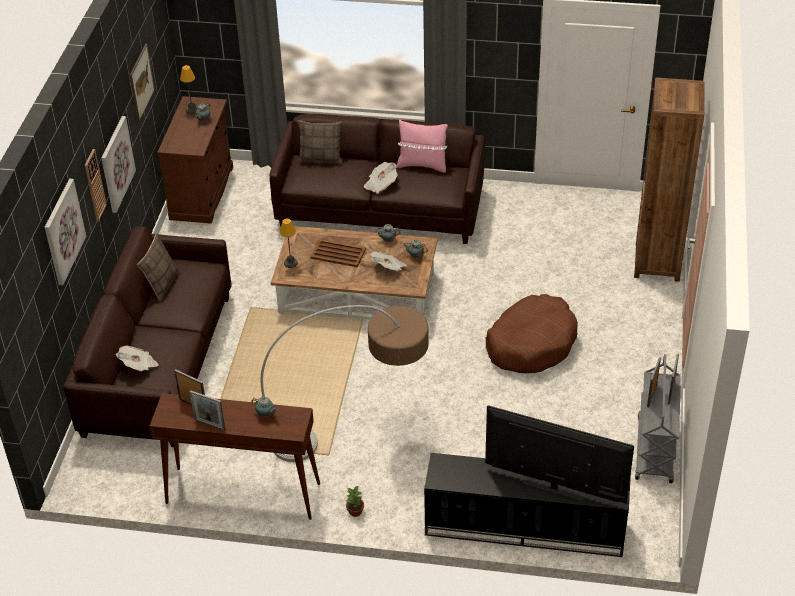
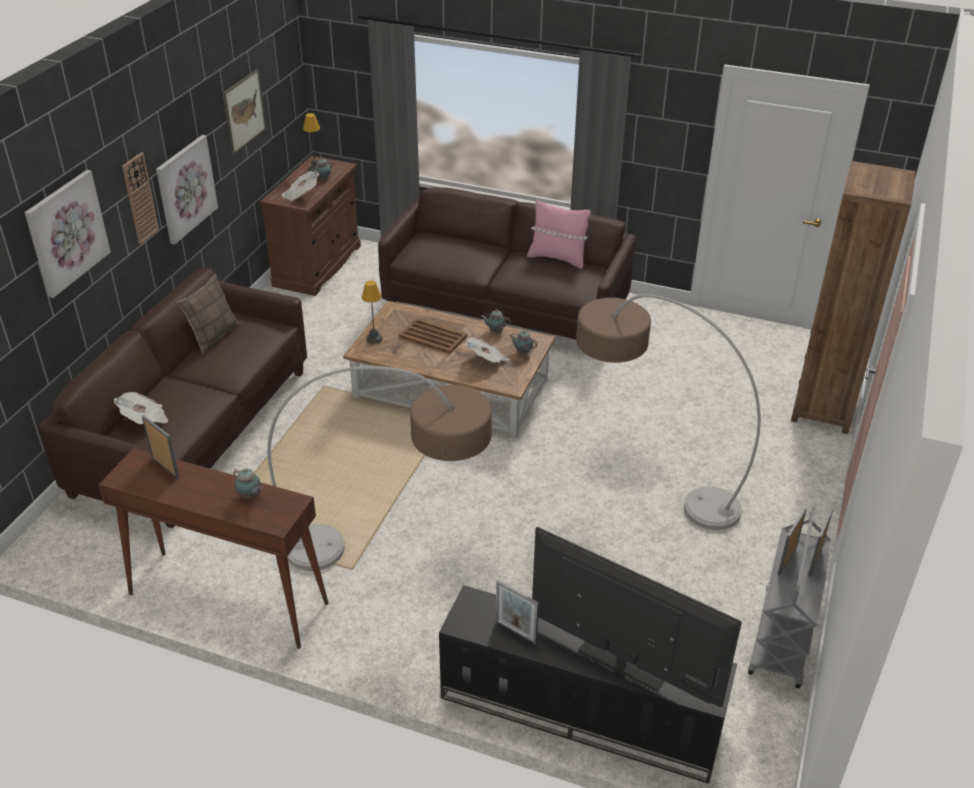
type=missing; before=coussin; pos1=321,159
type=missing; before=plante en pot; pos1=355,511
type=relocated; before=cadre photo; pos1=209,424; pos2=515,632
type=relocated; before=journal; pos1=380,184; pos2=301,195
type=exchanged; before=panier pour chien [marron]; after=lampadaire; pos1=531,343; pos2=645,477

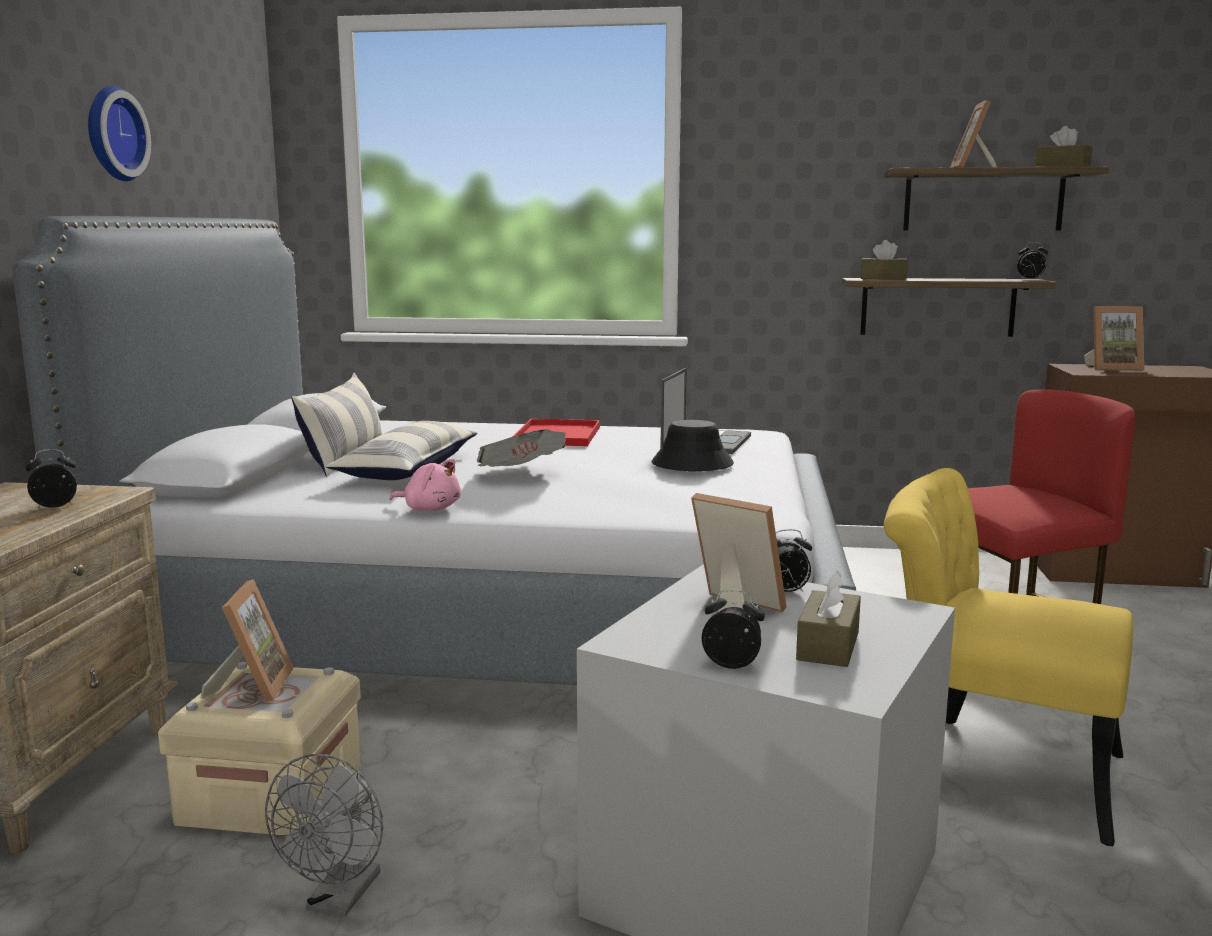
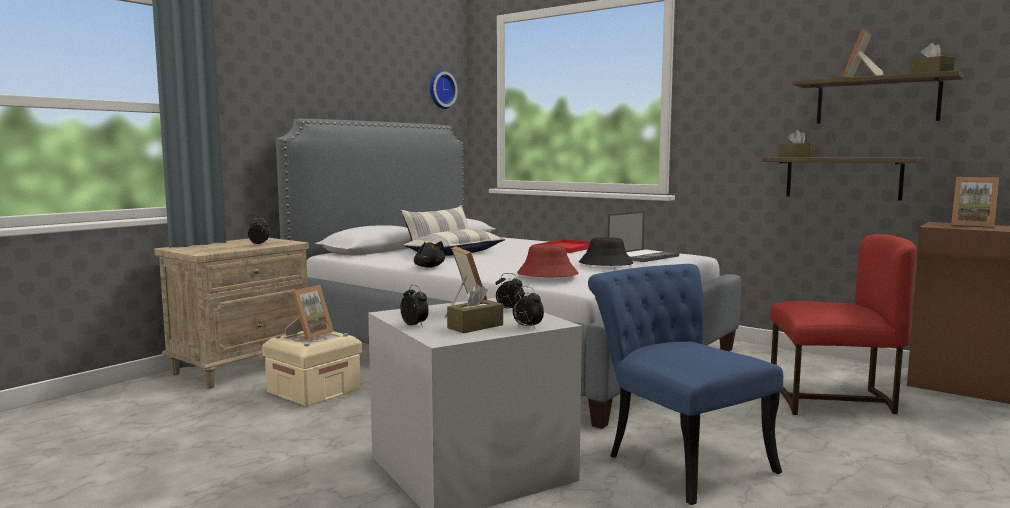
type=missing; before=ventilateur [gris]; pos1=338,900
type=missing; before=journal; pos1=521,475
type=appeared; after=chapeau [rouge]; pos2=547,274
type=relocated; before=horloge murale; pos1=111,134; pos2=440,89
type=relocated; before=réveil; pos1=1030,279; pos2=527,327
type=colour; before=peluche [rose]; after=peluche [noir]; pos1=430,509; pos2=428,267
type=colour; before=chaise [jaune]; after=chaise [bleu]; pos1=990,768; pos2=678,458

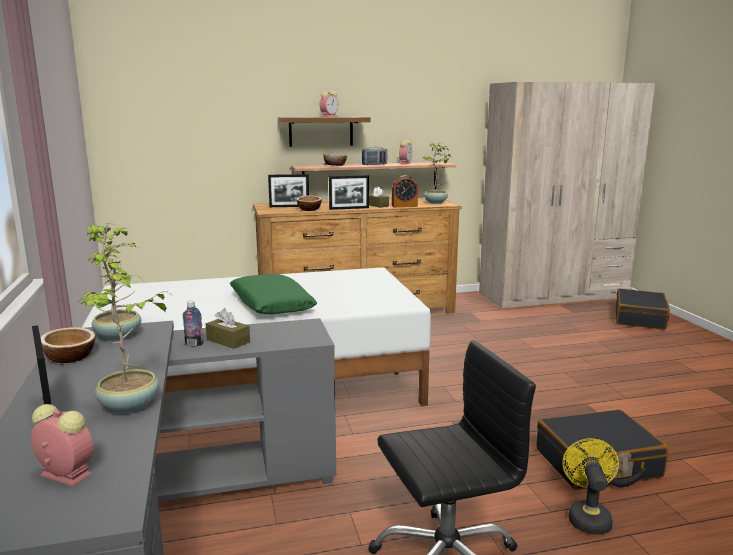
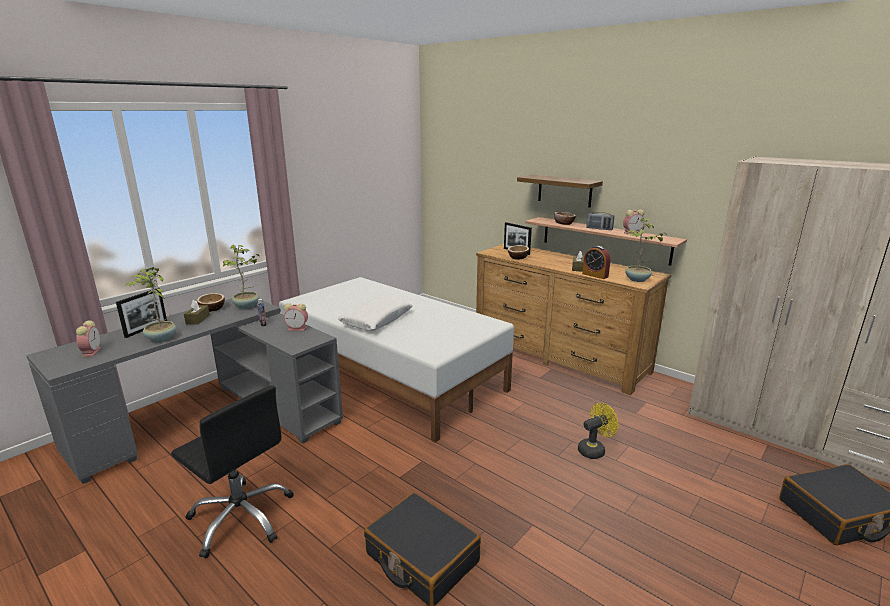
type=missing; before=cadre photo; pos1=349,208
type=relocated; before=boîte à mouchoirs [marron]; pos1=228,341; pos2=198,319
type=relocated; before=réveil; pos1=329,116; pos2=298,328
type=relocated; before=ventilateur [jaune]; pos1=587,516; pos2=594,449
type=colour; before=coussin [vert]; after=coussin [blanc]; pos1=271,305; pos2=376,320

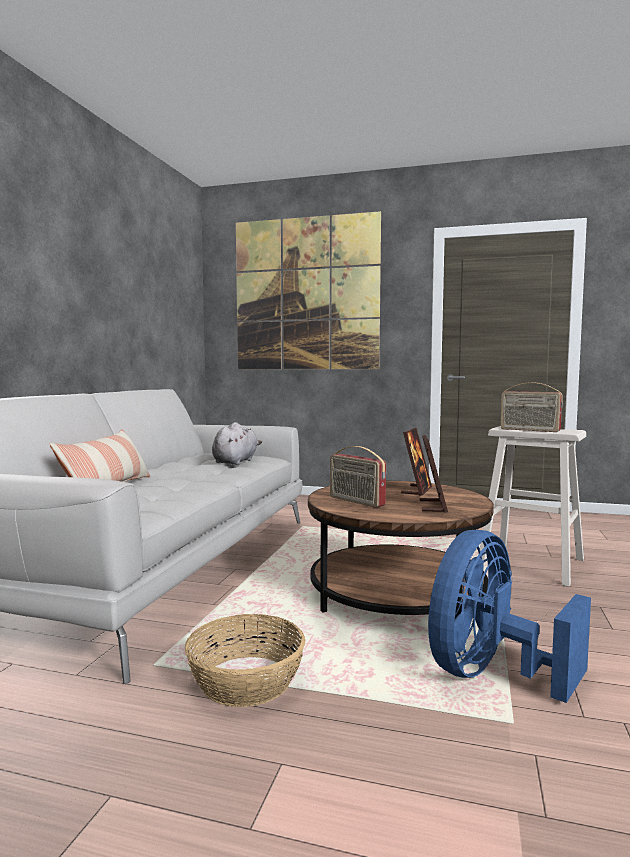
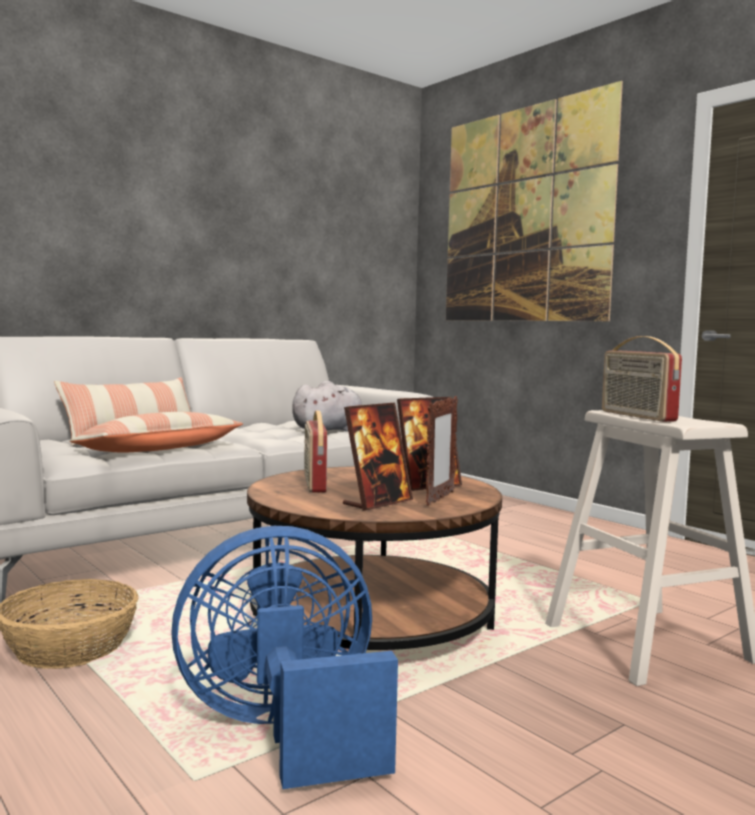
type=appeared; after=coussin; pos2=160,450
type=appeared; after=cadre photo; pos2=439,498

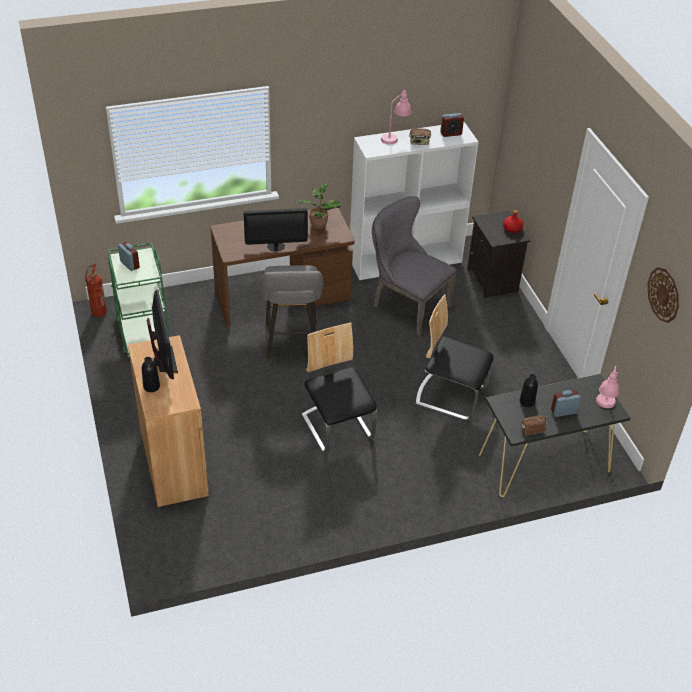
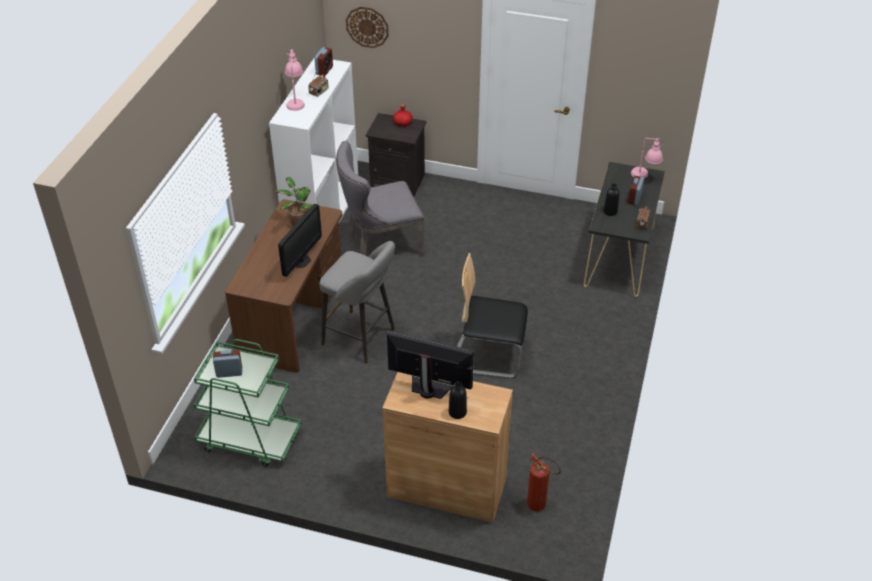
type=missing; before=chaise; pos1=451,395
type=relocated; before=extincteur; pos1=98,315; pos2=540,506
type=relocated; before=horloge murale; pos1=664,294; pos2=367,27

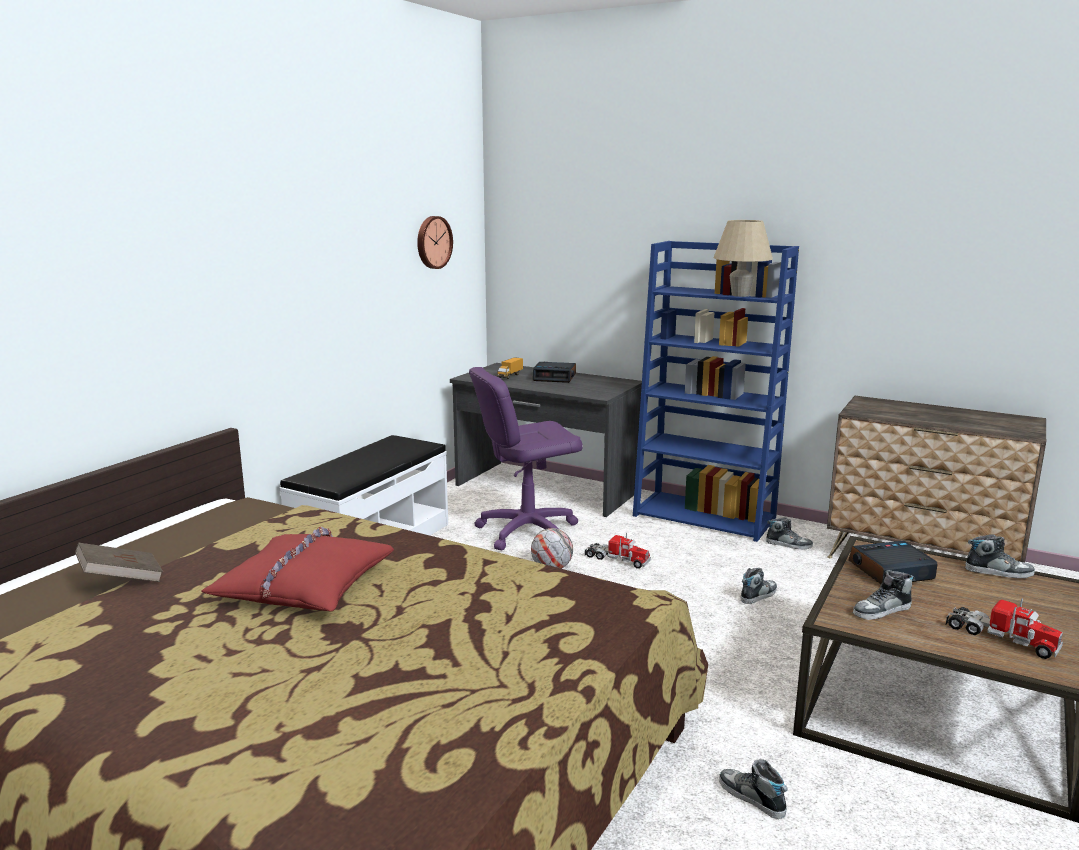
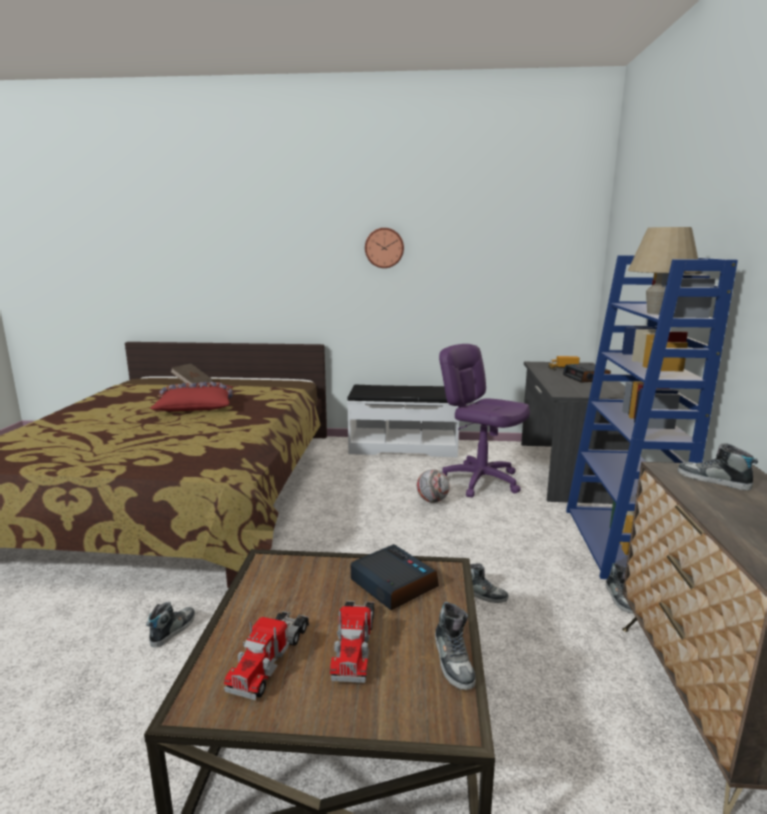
type=relocated; before=horloge murale; pos1=433,242; pos2=384,248
type=relocated; before=camion jouet; pos1=616,559; pos2=354,644
type=relocated; before=chaussure; pos1=882,611; pos2=713,480

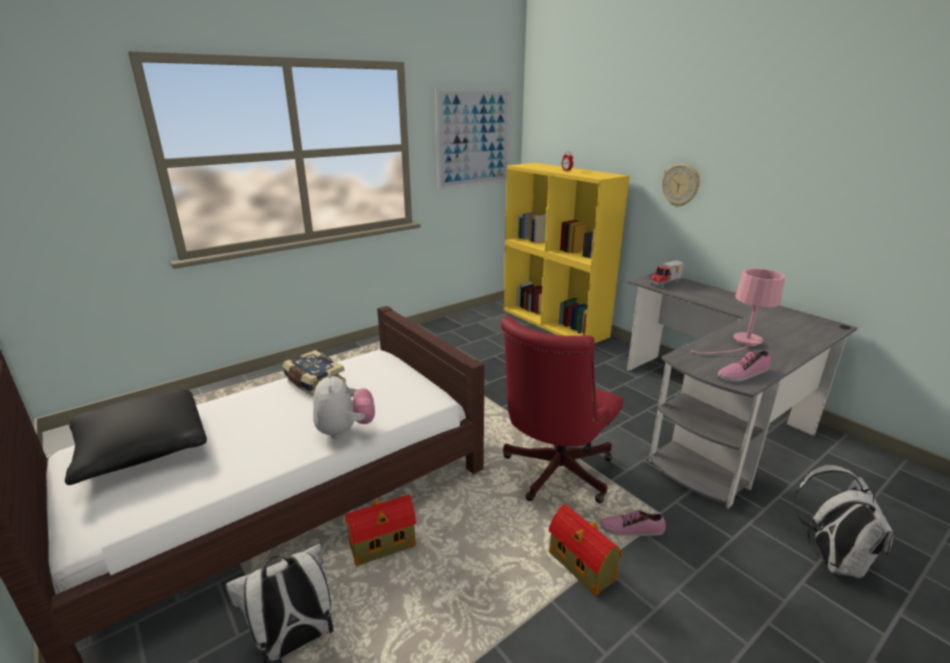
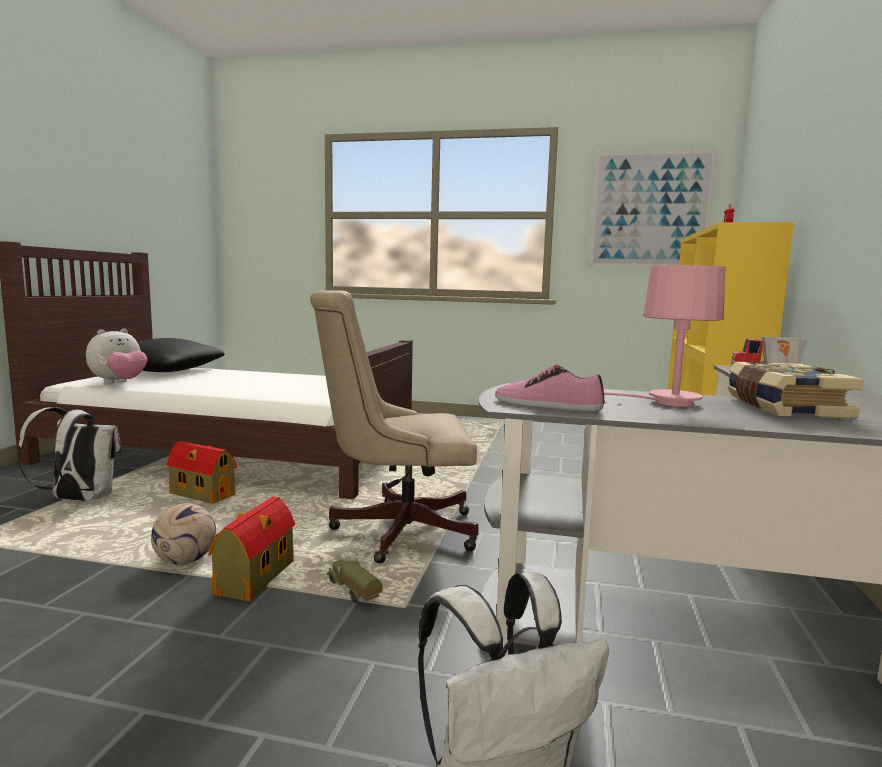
type=missing; before=horloge murale; pos1=680,185
type=appeared; after=ballon de foot; pos2=184,561
type=relocated; before=livre; pos1=313,382; pos2=783,408
type=relocated; before=peluche; pos1=345,430; pos2=119,383
type=exchanged; before=chaussure; after=camion jouet; pos1=631,529; pos2=353,592
type=colour; before=chaise de bureau [rouge]; after=chaise de bureau [beige]; pos1=553,473; pos2=395,530

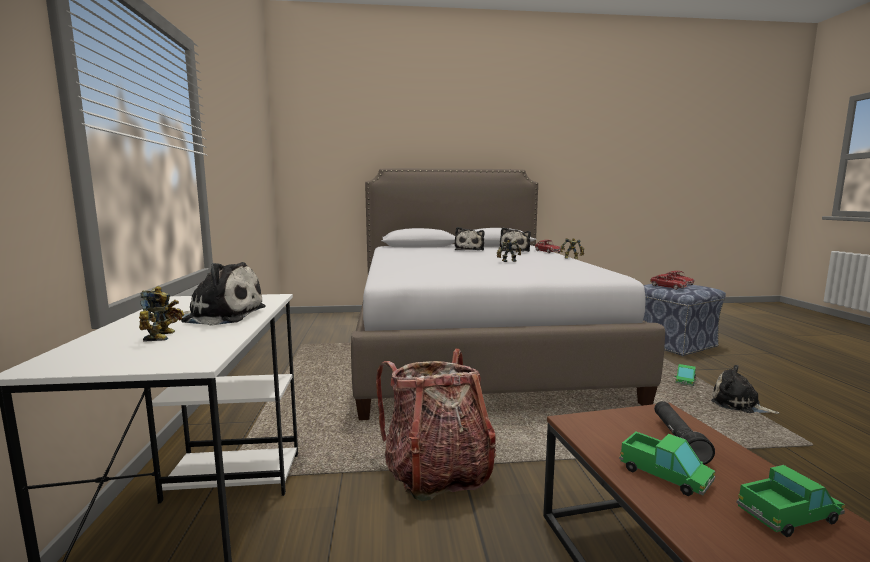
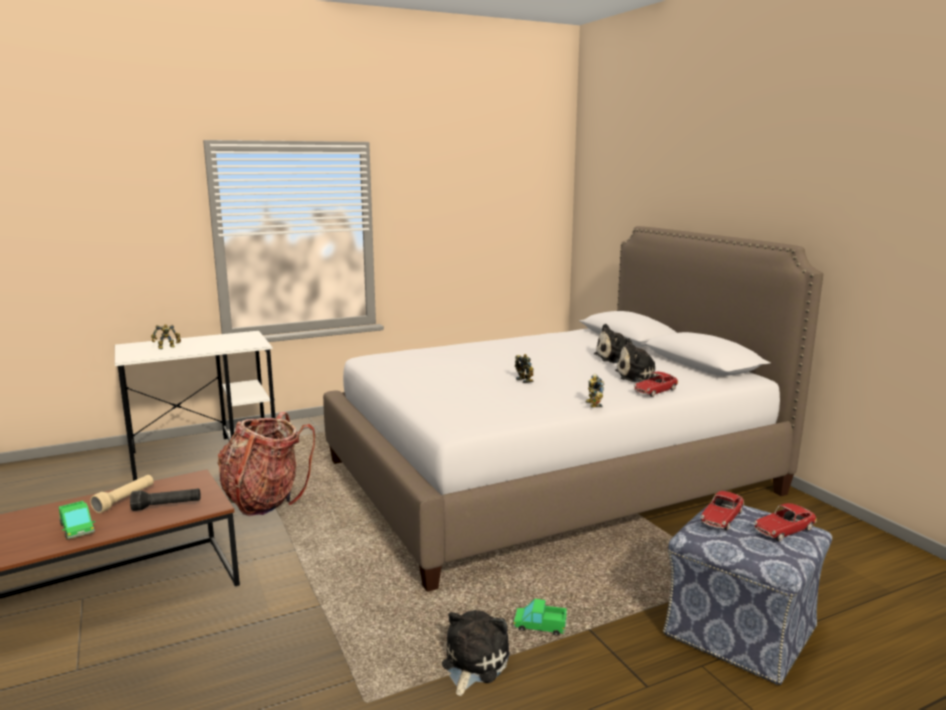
type=missing; before=peluche; pos1=221,315
type=exchanged; before=camion jouet; after=lampe de poche [beige]; pos1=664,475; pos2=125,500

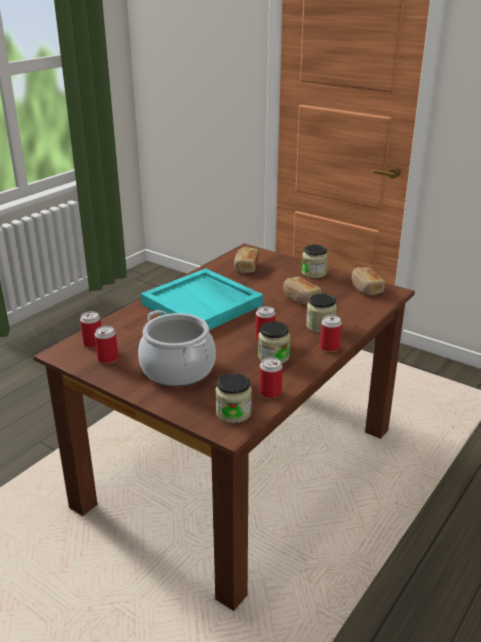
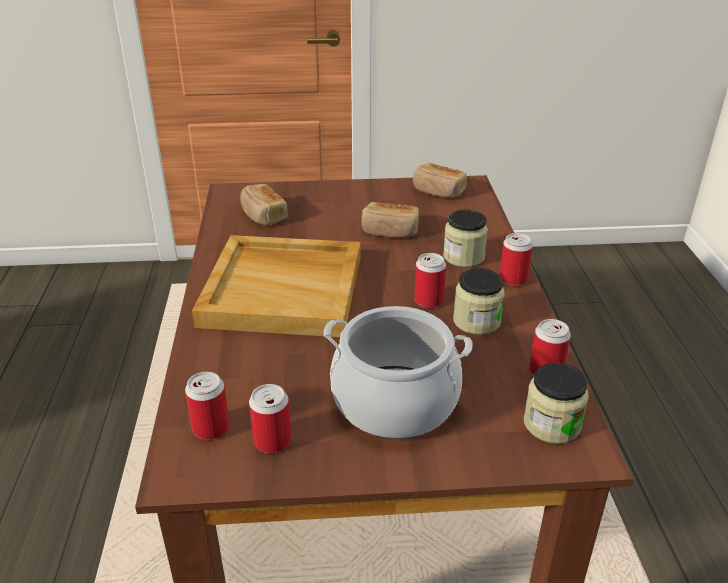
type=missing; before=bocal; pos1=314,273
type=colour; before=plateau [turquoise]; after=plateau [beige]; pos1=203,304; pos2=285,289

